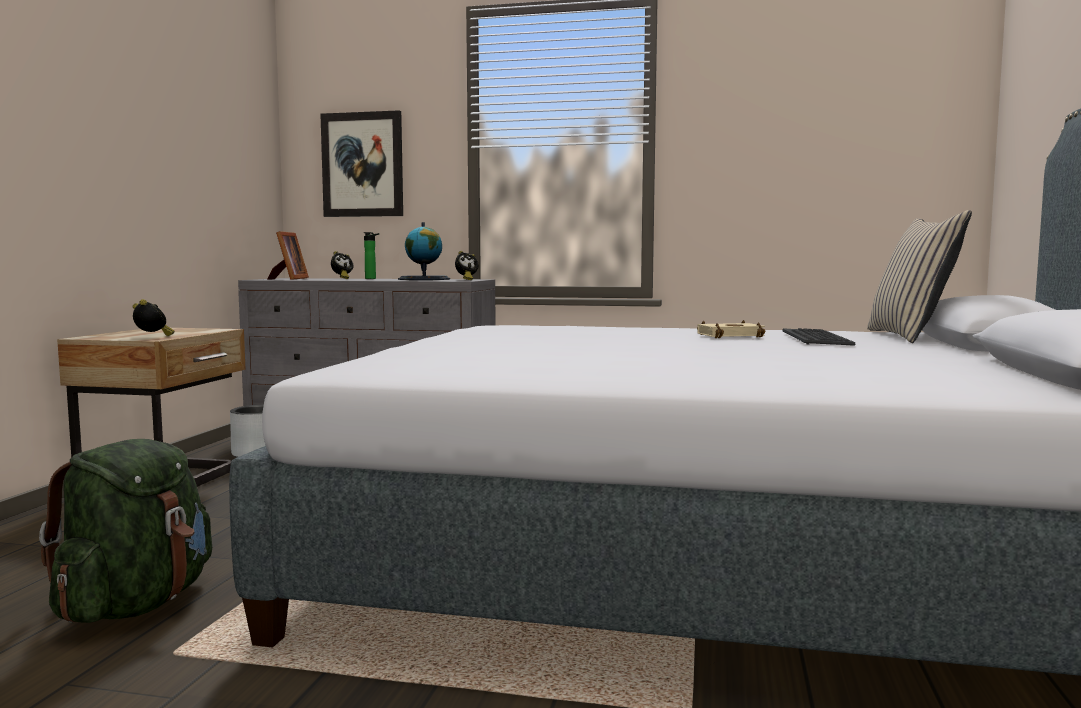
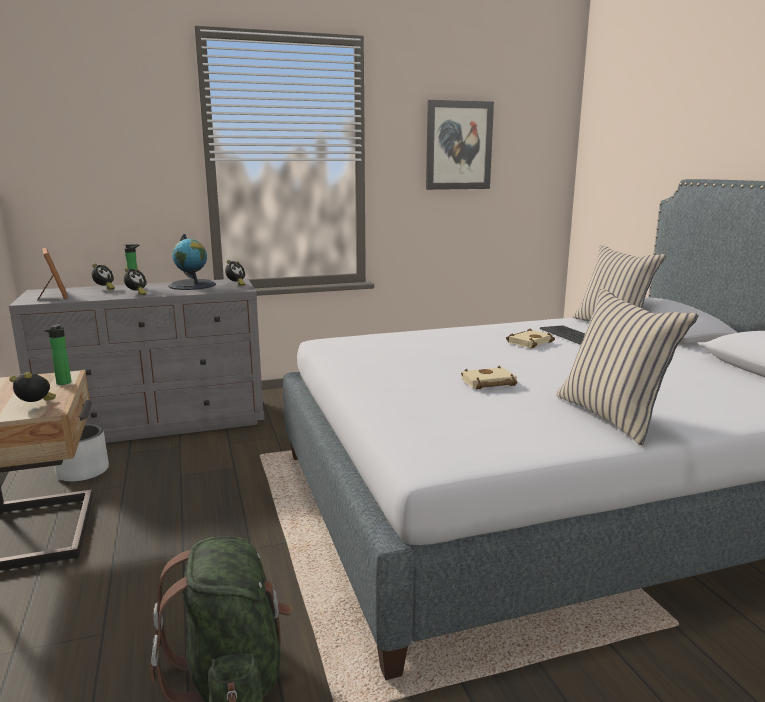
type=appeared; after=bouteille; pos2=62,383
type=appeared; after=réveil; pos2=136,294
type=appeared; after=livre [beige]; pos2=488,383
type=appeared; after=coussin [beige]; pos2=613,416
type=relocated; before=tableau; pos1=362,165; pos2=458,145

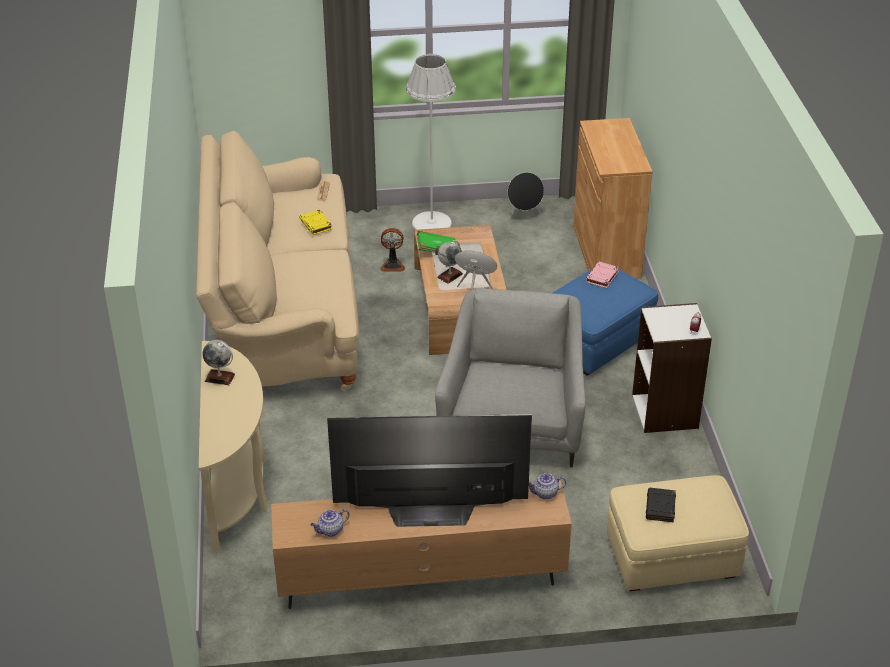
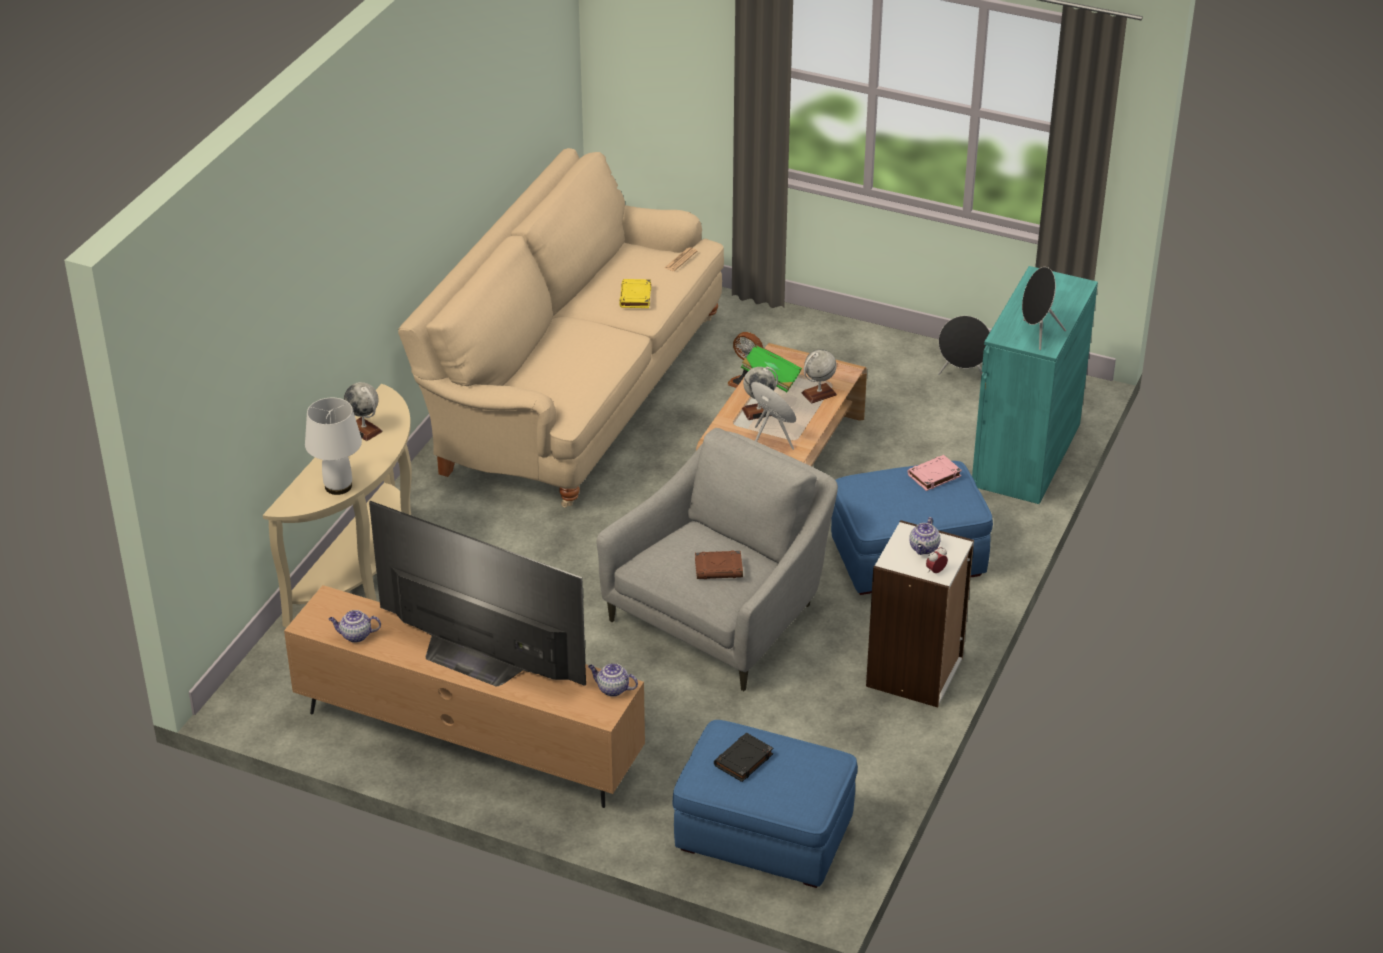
type=missing; before=lampadaire [blanc]; pos1=431,223
type=appeared; after=lampe de table [blanc]; pos2=338,486
type=appeared; after=livre [marron]; pos2=719,568
type=appeared; after=globe; pos2=819,394
type=appeared; after=théière; pos2=924,548
type=appeared; after=enceinte [noir]; pos2=1037,334
type=colour; before=meuble de rangement [marron]; after=meuble de rangement [turquoise]; pos1=606,251; pos2=1026,455
type=colour; before=pouf [beige]; after=pouf [bleu]; pos1=673,558; pos2=765,837

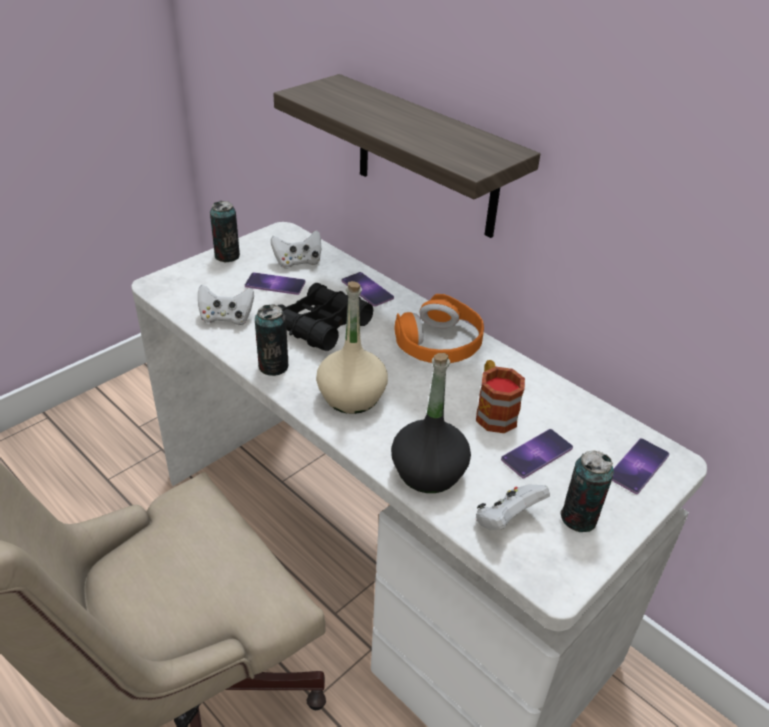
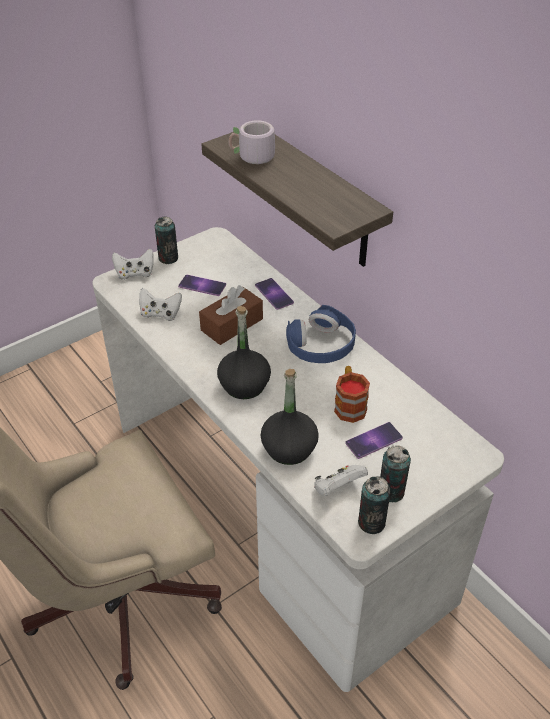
type=missing; before=téléphone; pos1=638,466
type=appeared; after=mug [gris]; pos2=252,158
type=relocated; before=boîte métallique; pos1=273,366; pos2=371,523
type=relocated; before=manette [blanc]; pos1=298,262; pos2=135,273
type=exchanged; before=jumelles [noir]; after=boîte à mouchoirs [marron]; pos1=321,326; pos2=232,324
type=colour; before=bouteille [beige]; after=bouteille [noir]; pos1=351,396; pos2=244,385
type=colour; before=casque audio [orange]; after=casque audio [bleu]; pos1=439,343; pos2=321,345

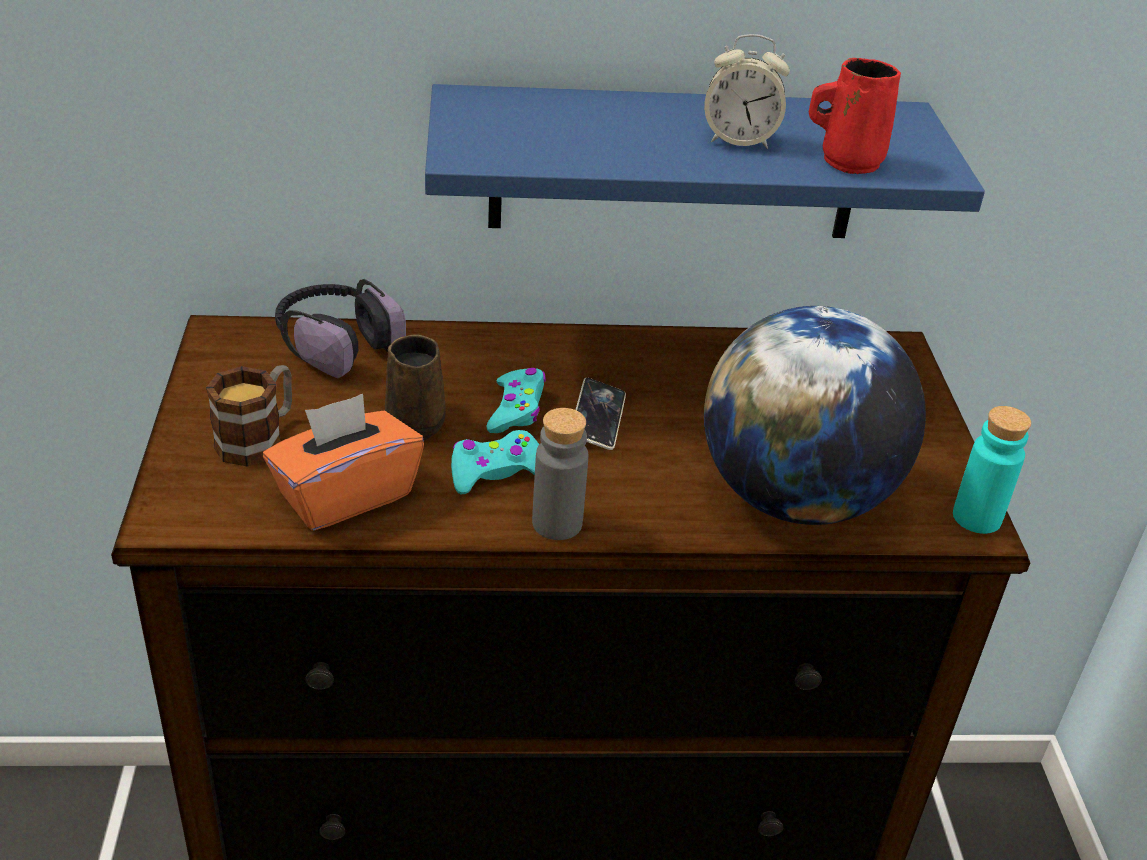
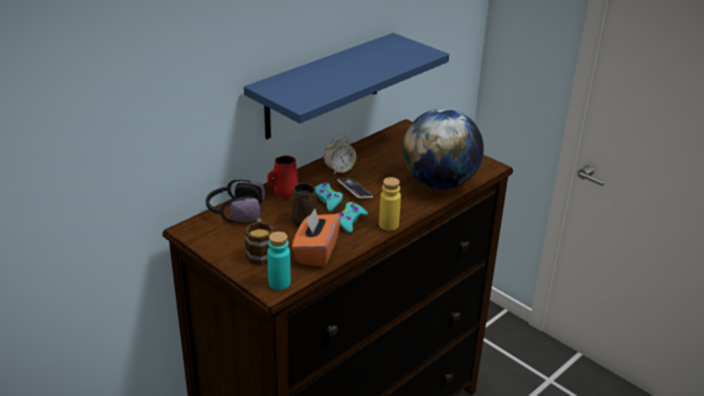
type=relocated; before=réveil; pos1=739,140; pos2=339,170
type=relocated; before=mug [rouge]; pos1=847,161; pos2=284,193
type=relocated; before=bouteille [turquoise]; pos1=976,517; pos2=279,283
type=colour; before=bouteille [gris]; after=bouteille [jaune]; pos1=557,523; pos2=388,225

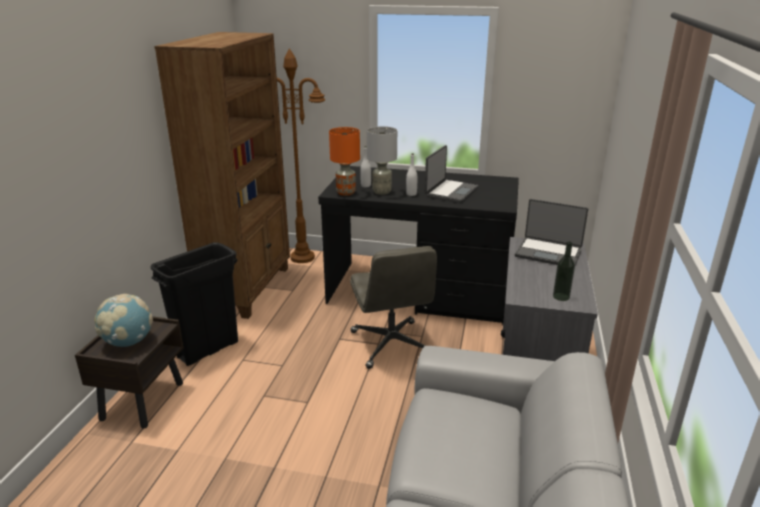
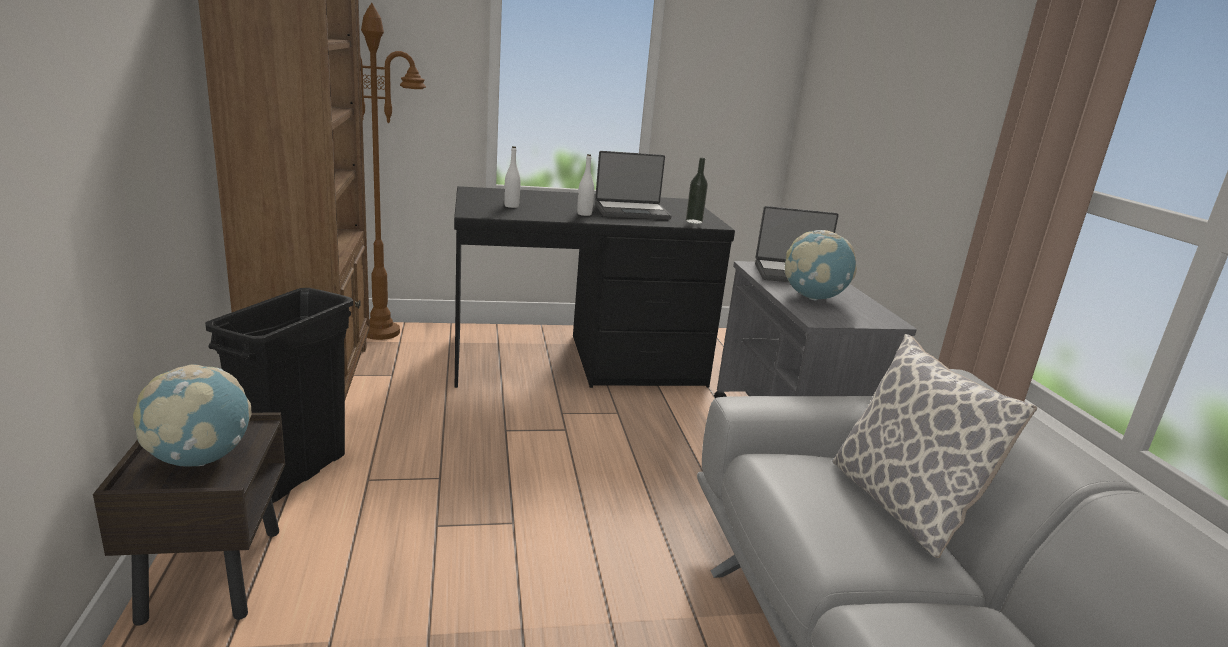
type=missing; before=lampe de table [orange]; pos1=345,193
type=missing; before=chaise de bureau [gris]; pos1=392,345
type=missing; before=lampe de table [gris]; pos1=382,192
type=appeared; after=globe; pos2=813,297
type=appeared; after=coussin; pos2=900,504
type=relocated; before=bouteille; pos1=561,297; pos2=694,221
type=spun; before=ordinateur portable; pos1=450,192; pos2=631,212; turn=75

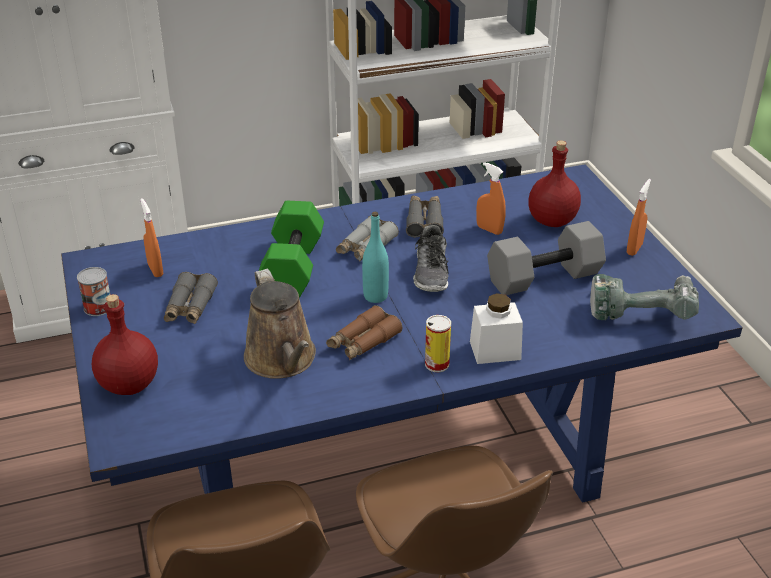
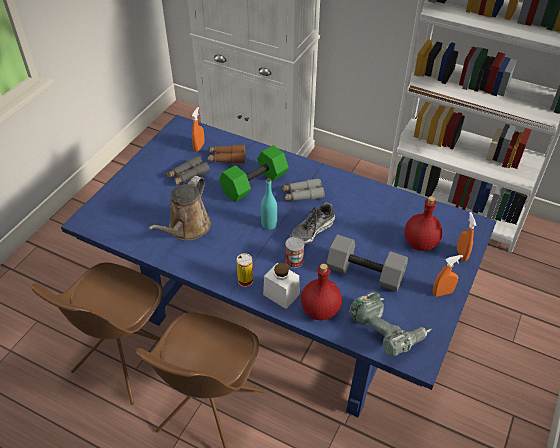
type=missing; before=jumelles [gris]; pos1=424,222
type=relocated; before=boîte métallique; pos1=98,307; pos2=294,260
type=relocated; before=bouteille [rouge]; pos1=128,385; pos2=319,310
type=relocated; before=jumelles [marron]; pos1=363,342; pos2=226,158
type=relocated; before=vaporisateur [orange]; pos1=489,230; pos2=461,254

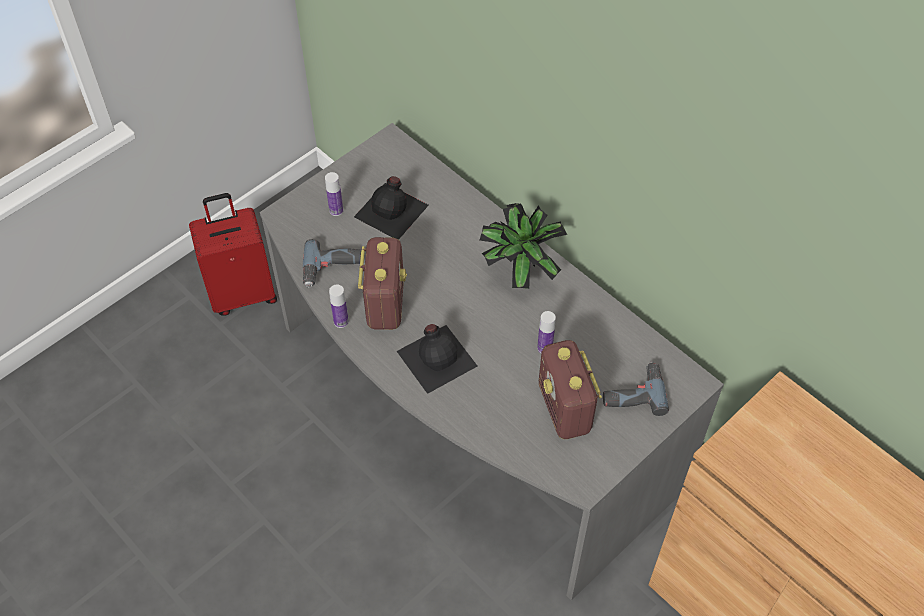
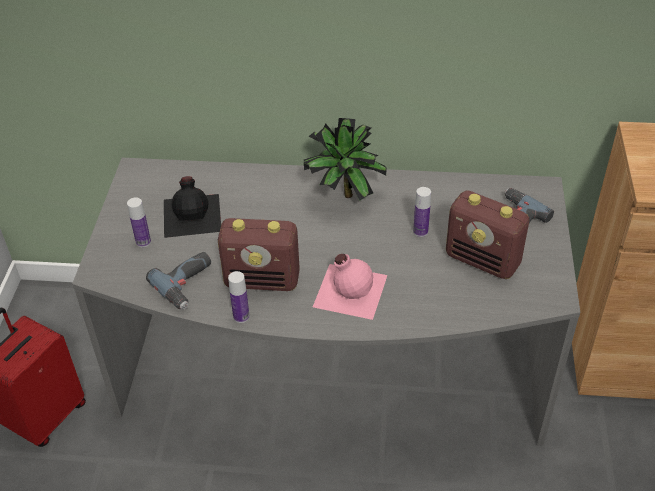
type=colour; before=bouteille [noir]; after=bouteille [rose]; pos1=437,357; pos2=349,289
type=spun; before=radio; pos1=385,303; pos2=263,280; turn=135

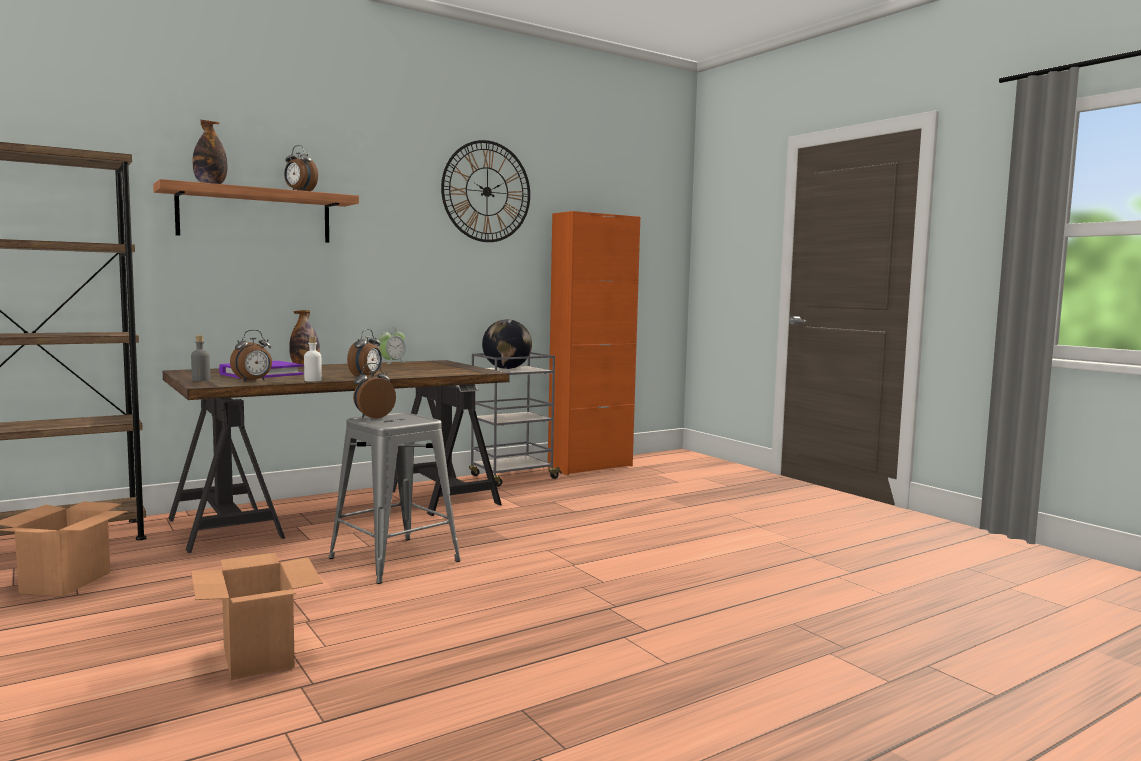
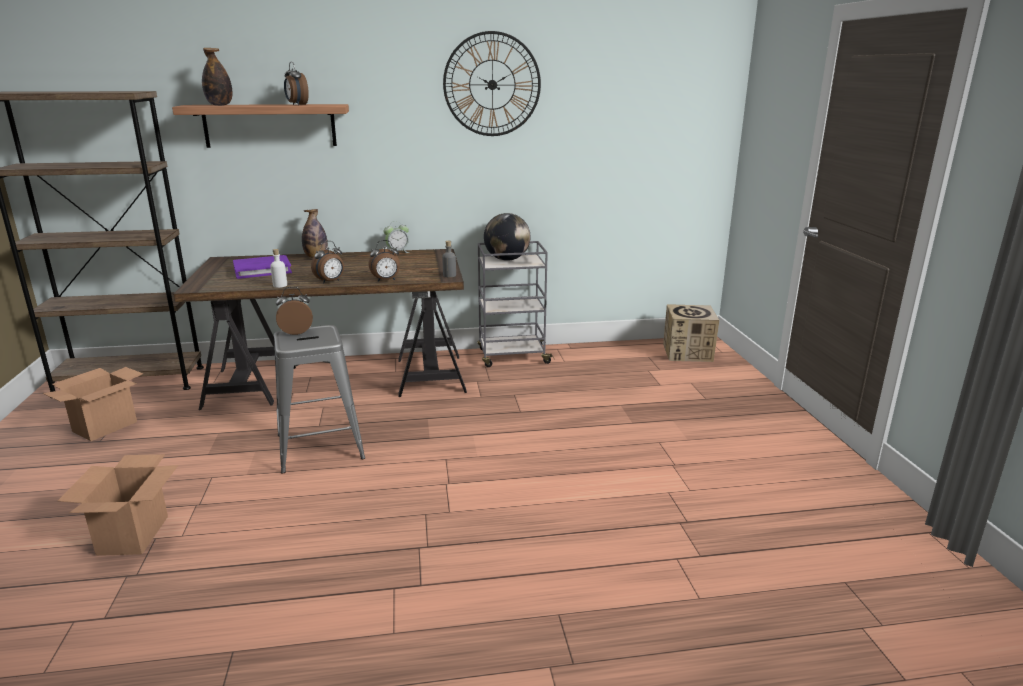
type=missing; before=meuble de rangement [orange]; pos1=590,467
type=appeared; after=carton; pos2=687,352
type=relocated; before=bouteille [gris]; pos1=201,380; pos2=449,275
type=relocated; before=réveil; pos1=253,381; pos2=386,280

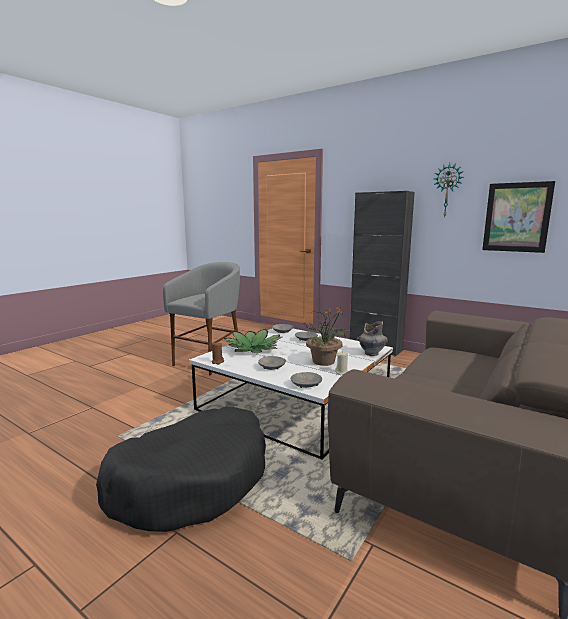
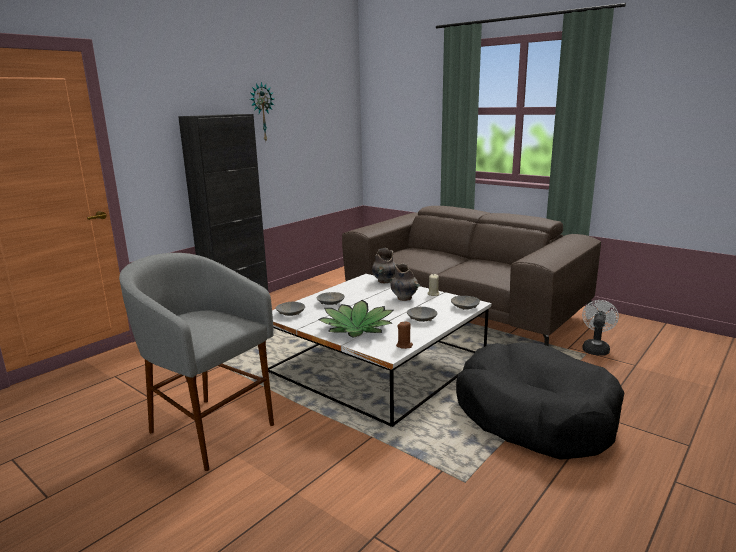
type=missing; before=tableau; pos1=516,217
type=appeared; after=ventilateur [blanc]; pos2=595,348
type=exchanged; before=plante en pot; after=vase [gris]; pos1=324,361; pos2=404,298

